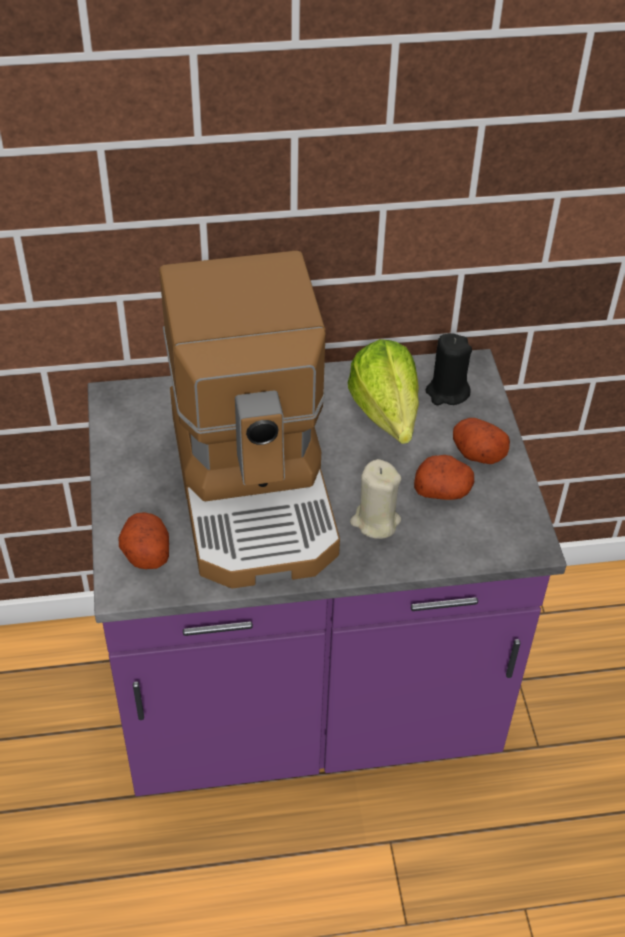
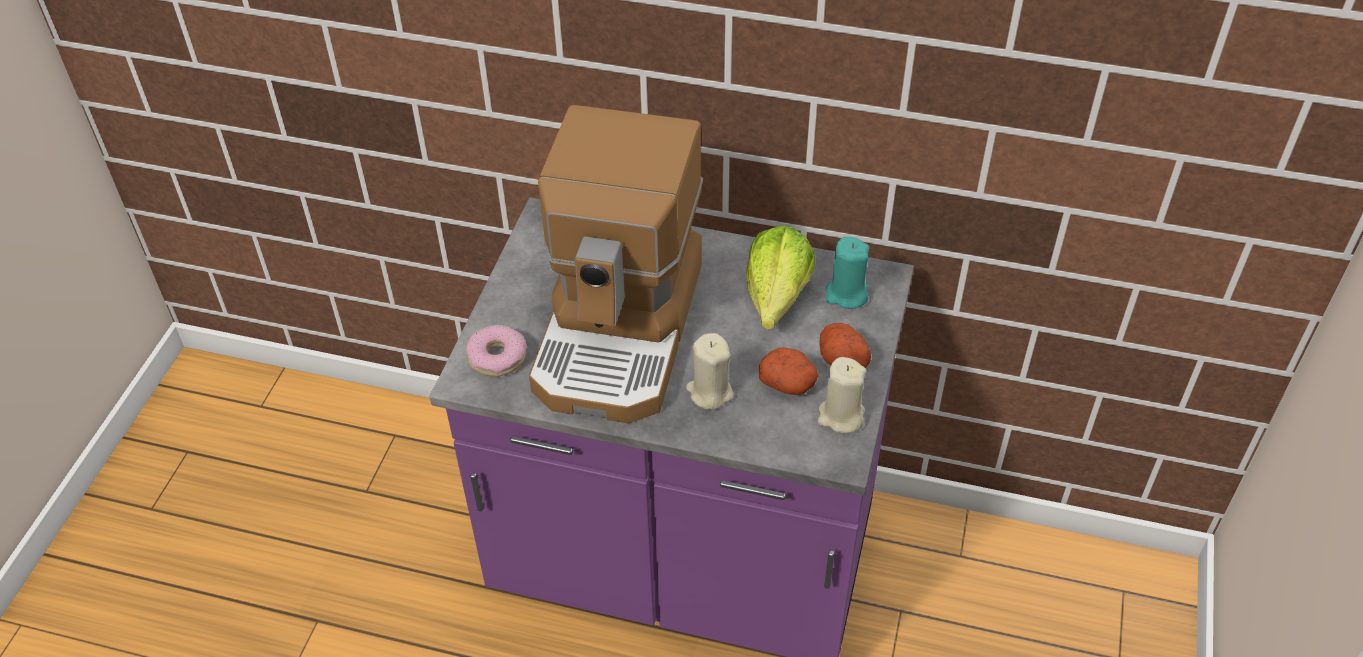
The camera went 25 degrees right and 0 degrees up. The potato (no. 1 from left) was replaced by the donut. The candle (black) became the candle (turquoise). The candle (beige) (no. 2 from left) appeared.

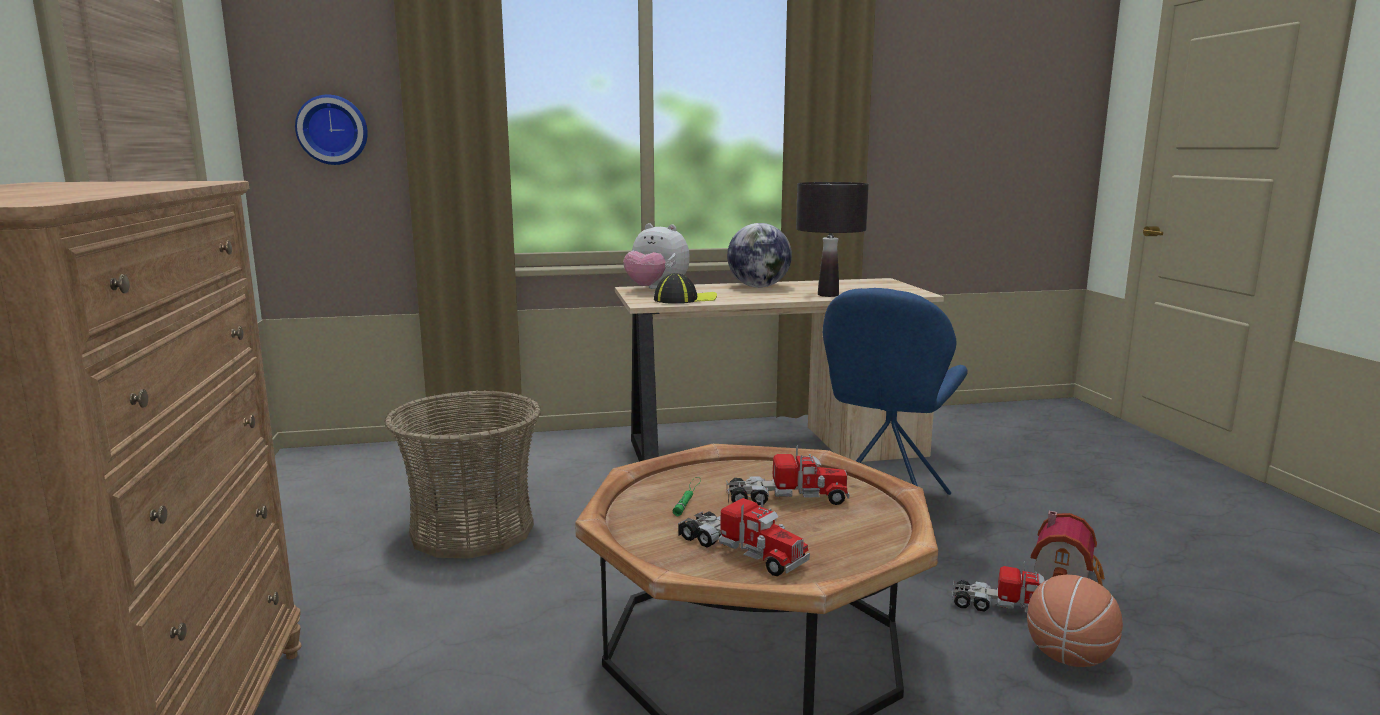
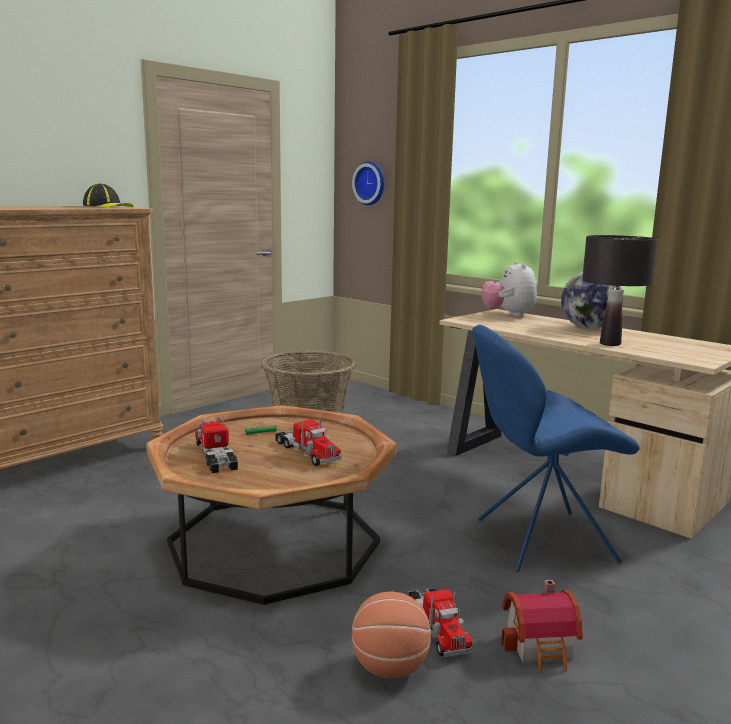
The camera went 55 degrees right and 0 degrees up. The cap moved. The toy truck (no. 1 from left) turned 150 degrees clockwise.

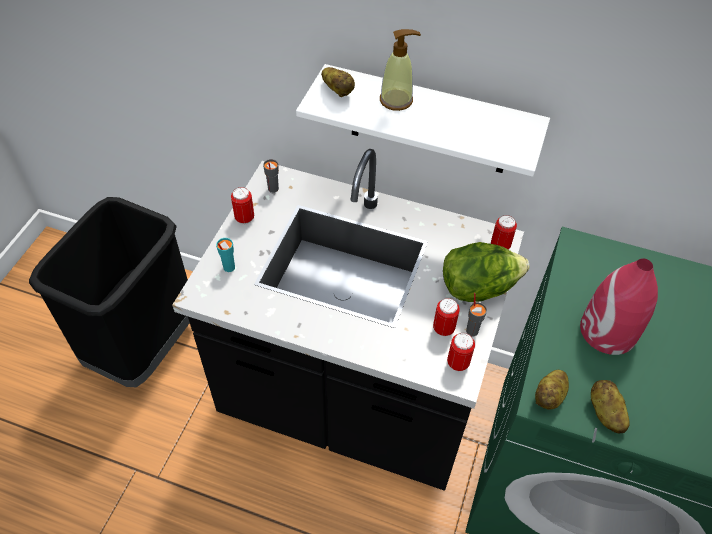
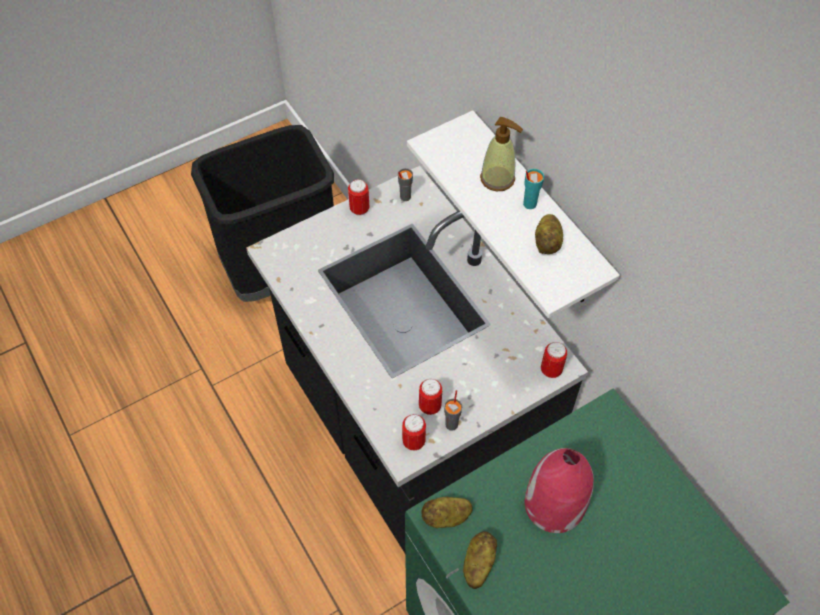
The camera went 40 degrees right and 5 degrees up. The cup (turquoise) moved. The potato (no. 1 from left in the first image) moved. The lettuce disappeared.

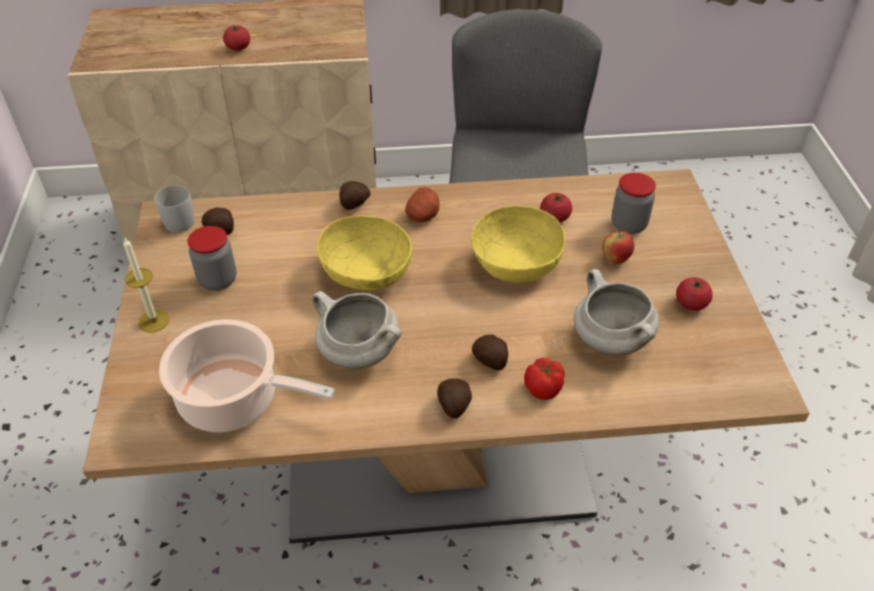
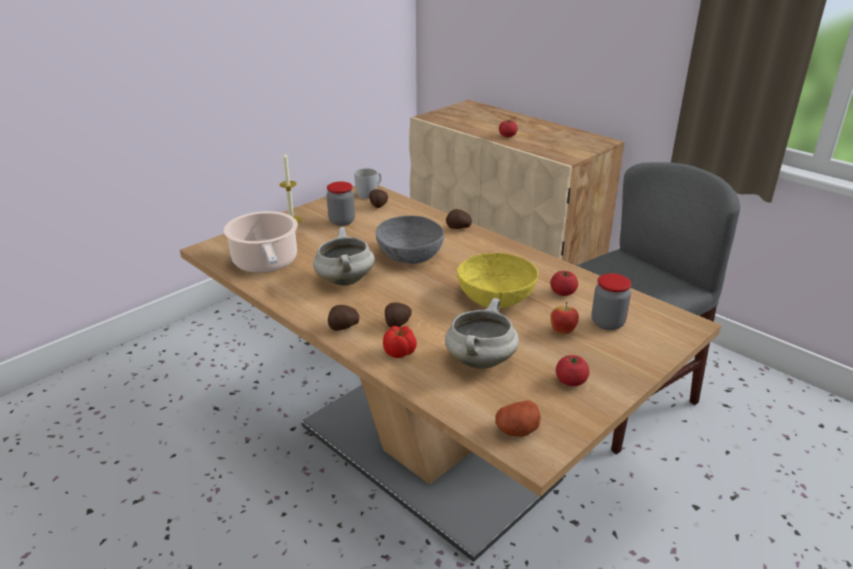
The camera went 50 degrees right and 15 degrees down. The bowl (yellow) (no. 1 from left) became the bowl (grey). The potato (no. 3 from left in the first image) moved.

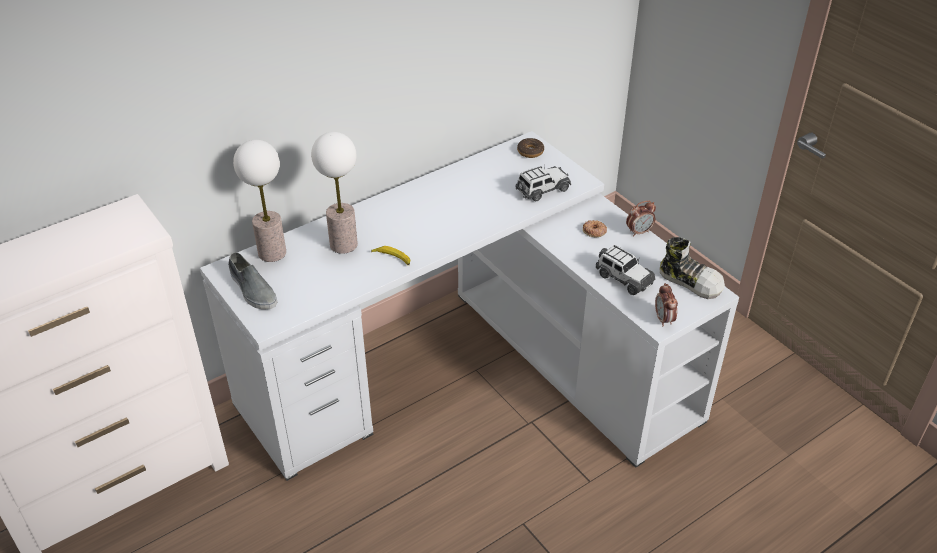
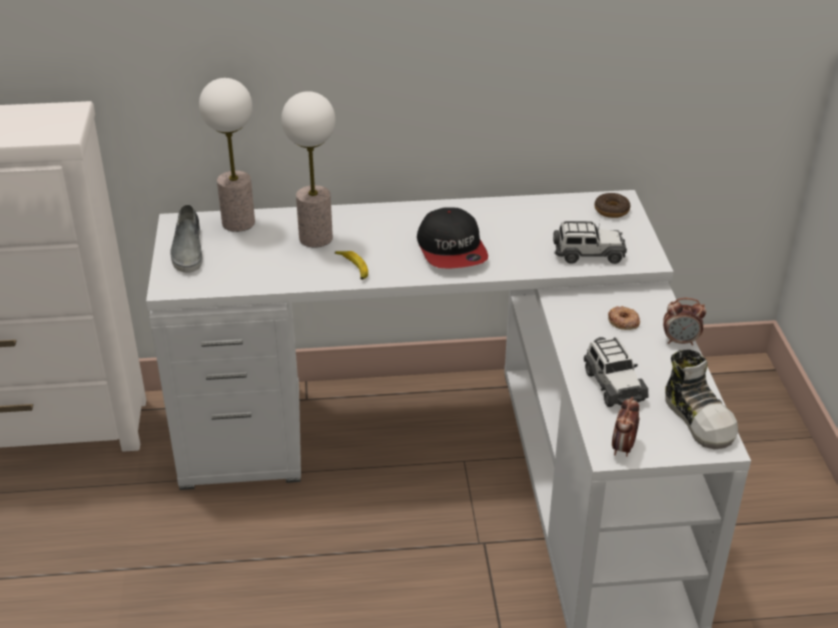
The camera went 30 degrees right and 5 degrees down. The cap appeared.

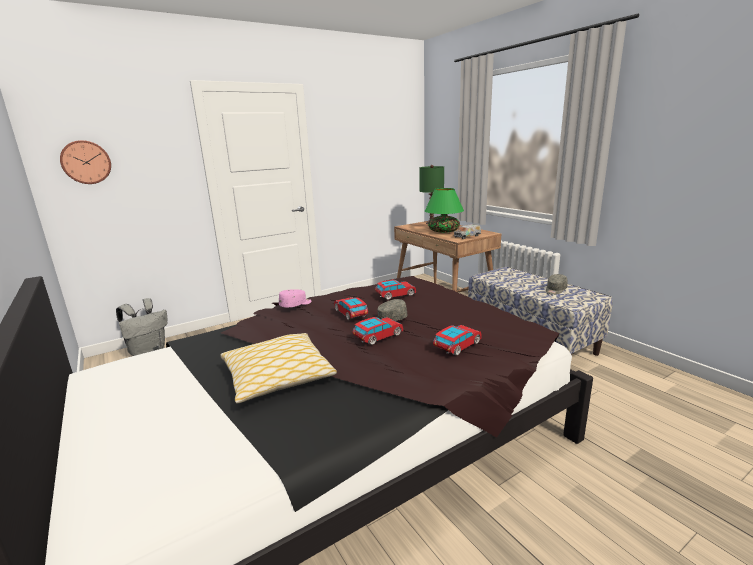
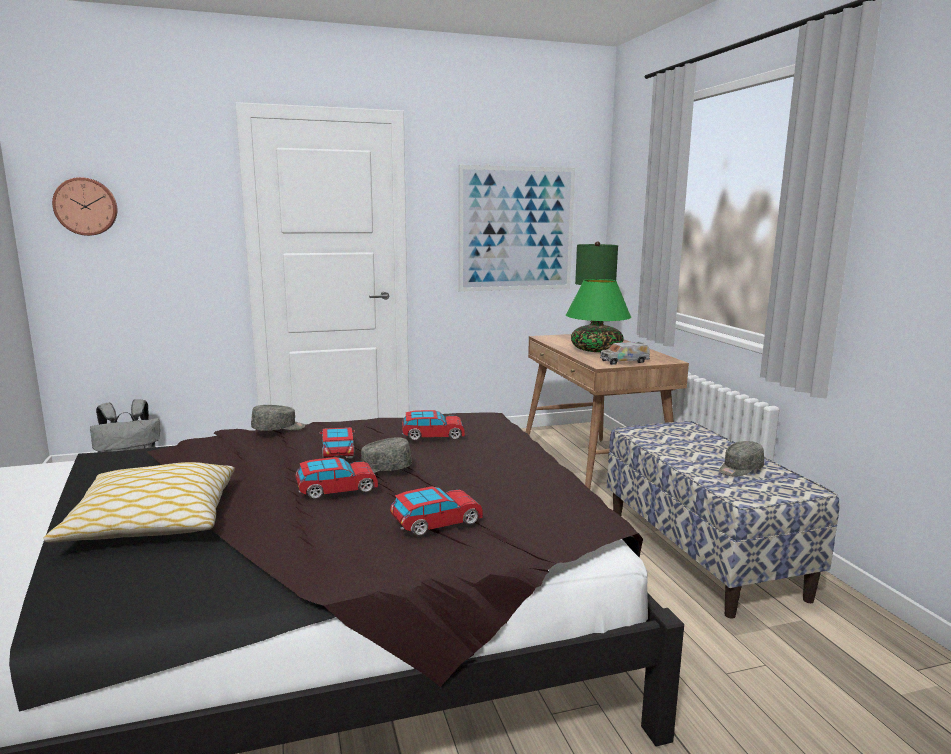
The camera went 15 degrees right and 5 degrees down. The cap (pink) became the cap (grey) (no. 1 from left). The picture appeared.

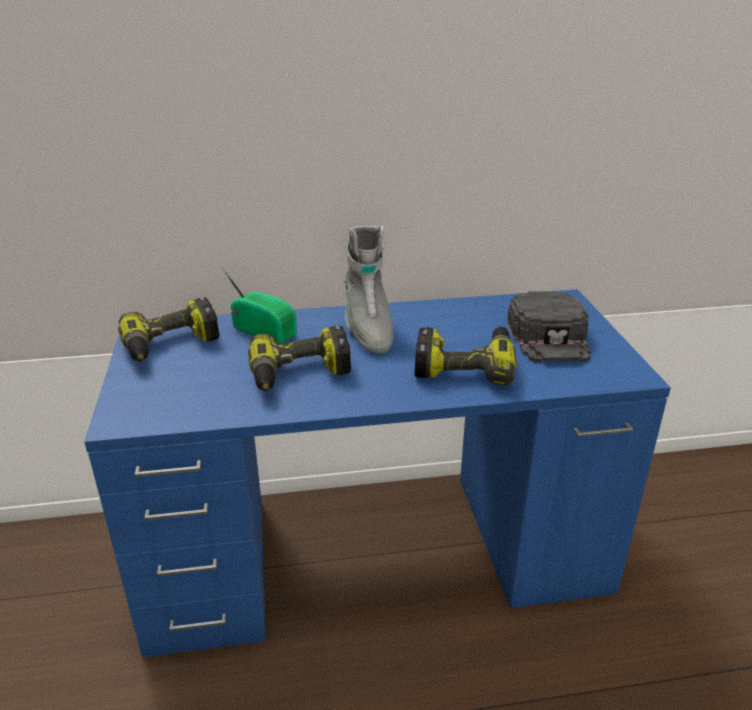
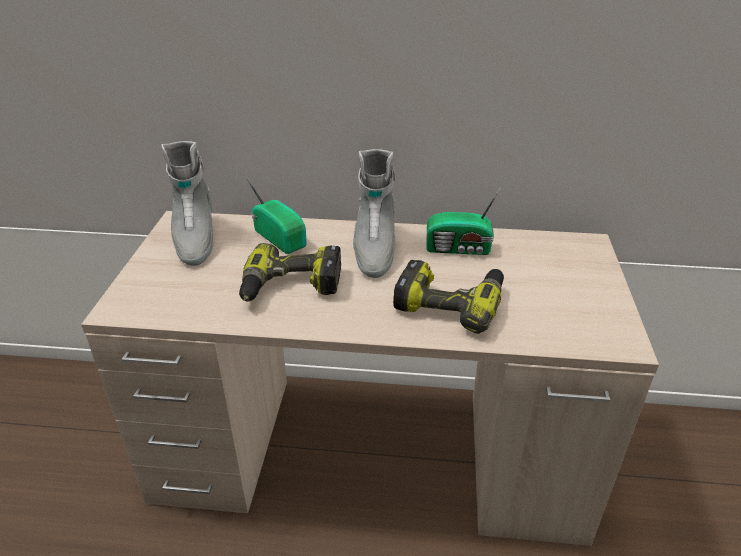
The camera went 15 degrees right and 5 degrees up. The desk (blue) became the desk (beige). The power drill (no. 1 from left) was replaced by the boot (grey) (no. 1 from left). The cap (black) disappeared. The radio (no. 2 from left) appeared.

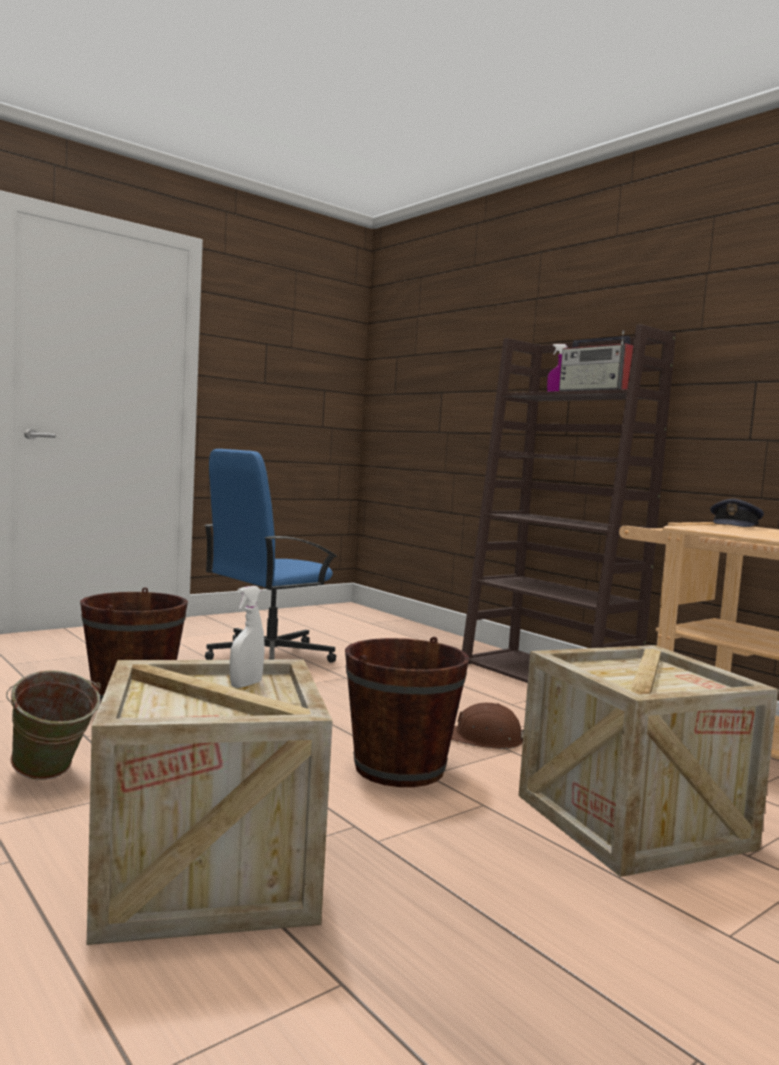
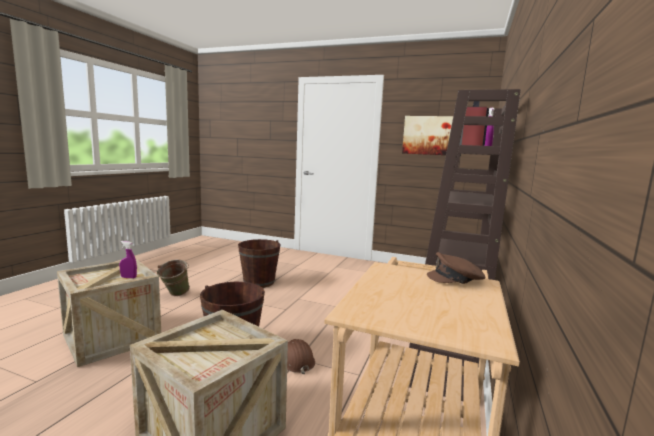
The camera went 60 degrees right and 5 degrees up. The office chair (blue) disappeared. The spray bottle (white) became the spray bottle (purple) (no. 1 from left). The cap (grey) became the cap (brown). The picture appeared.

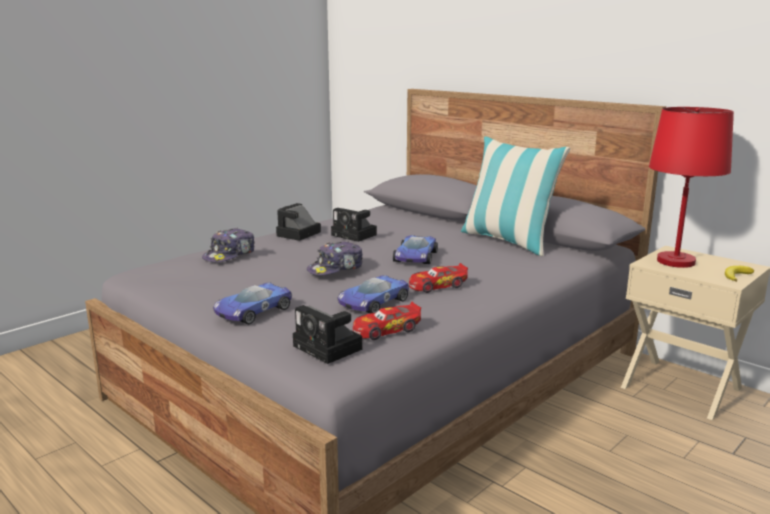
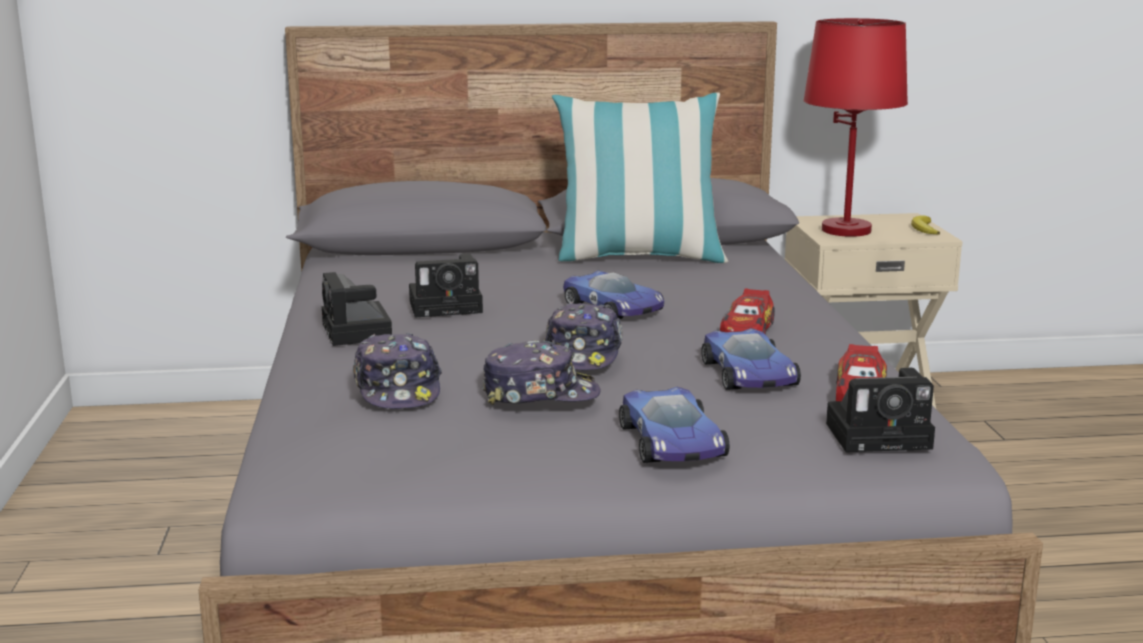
The camera went 50 degrees left and 0 degrees up. The cap (no. 2 from left) appeared.

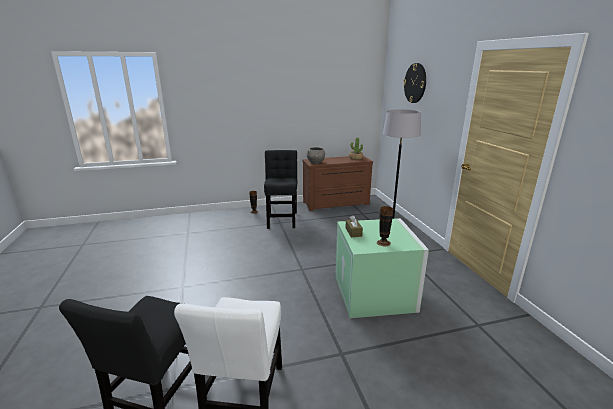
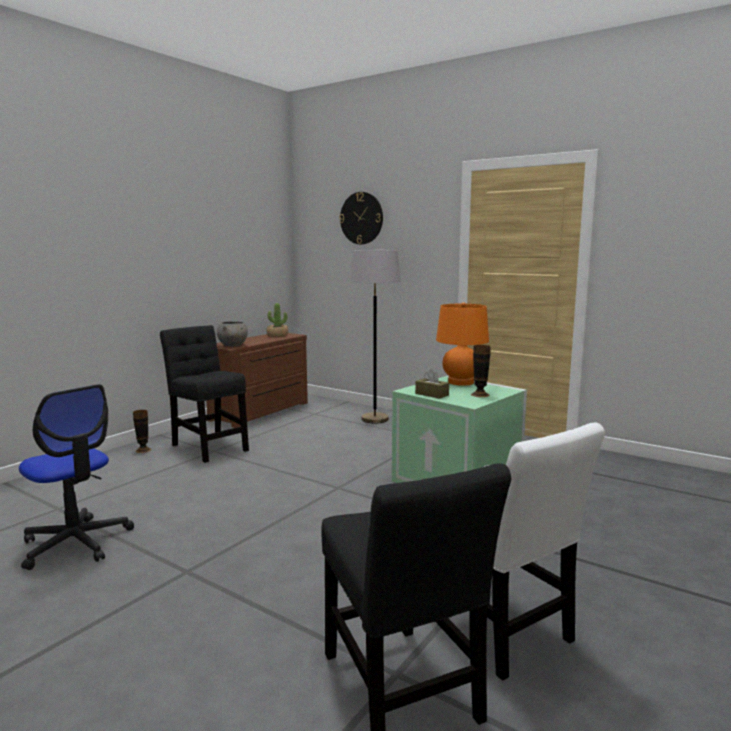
The camera went 40 degrees left and 10 degrees down. The office chair appeared. The table lamp (orange) appeared.

